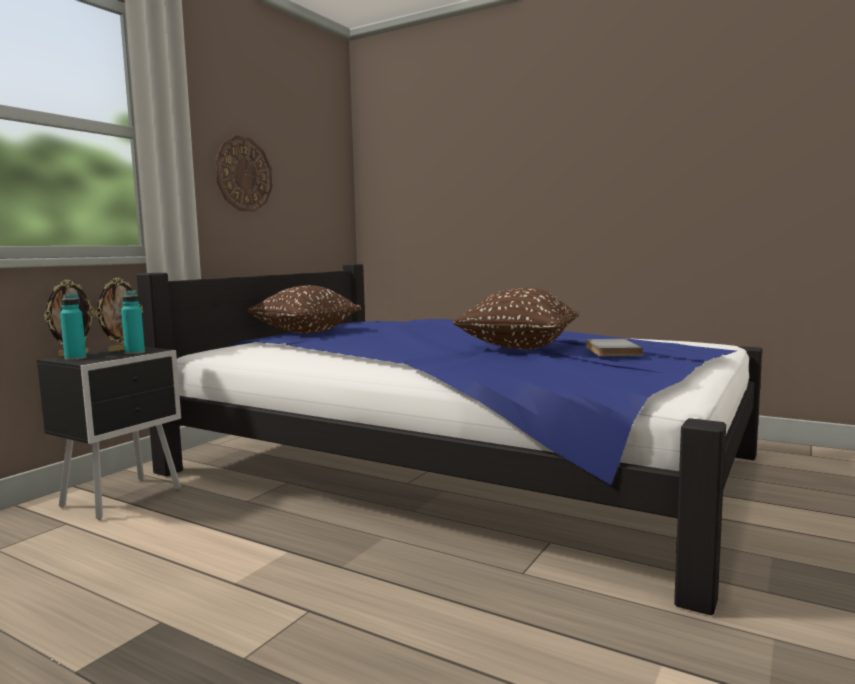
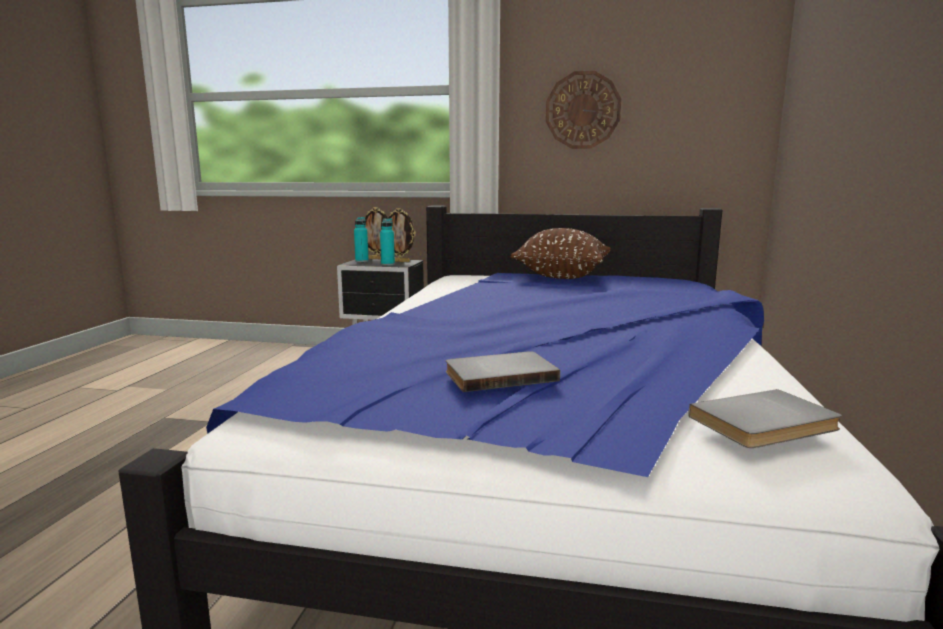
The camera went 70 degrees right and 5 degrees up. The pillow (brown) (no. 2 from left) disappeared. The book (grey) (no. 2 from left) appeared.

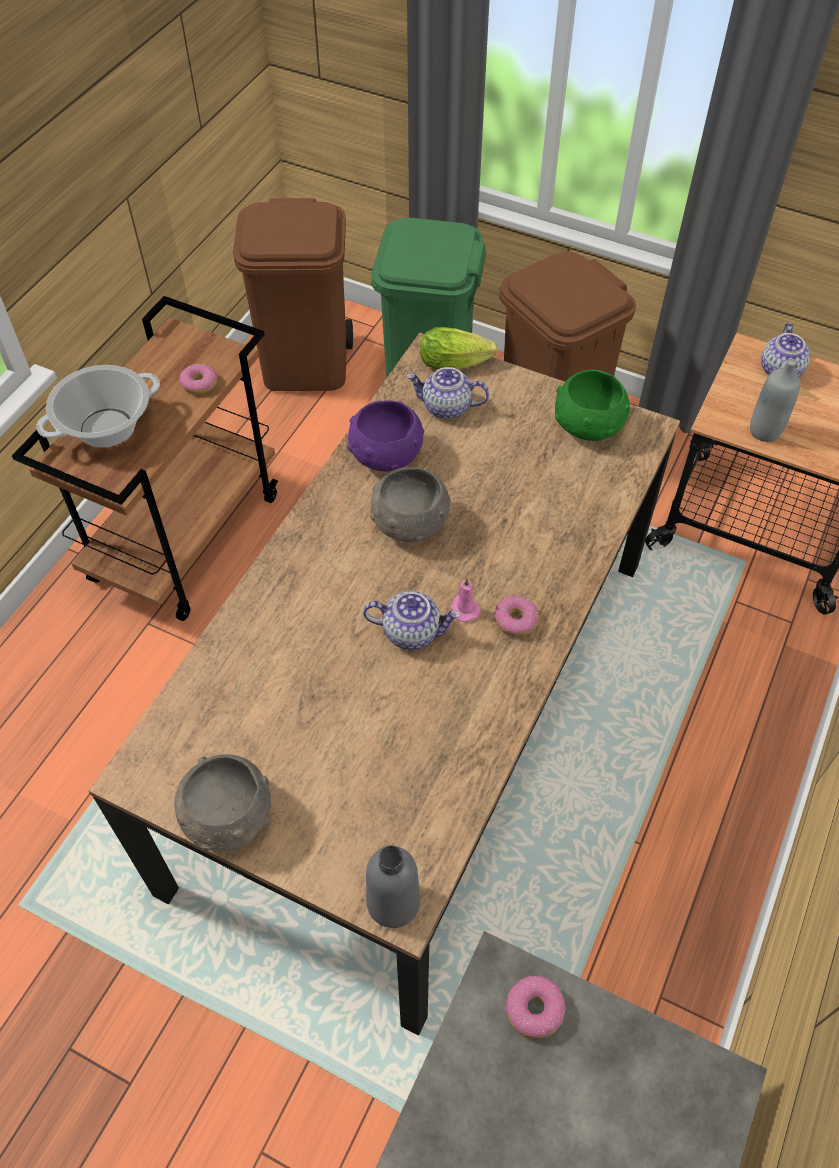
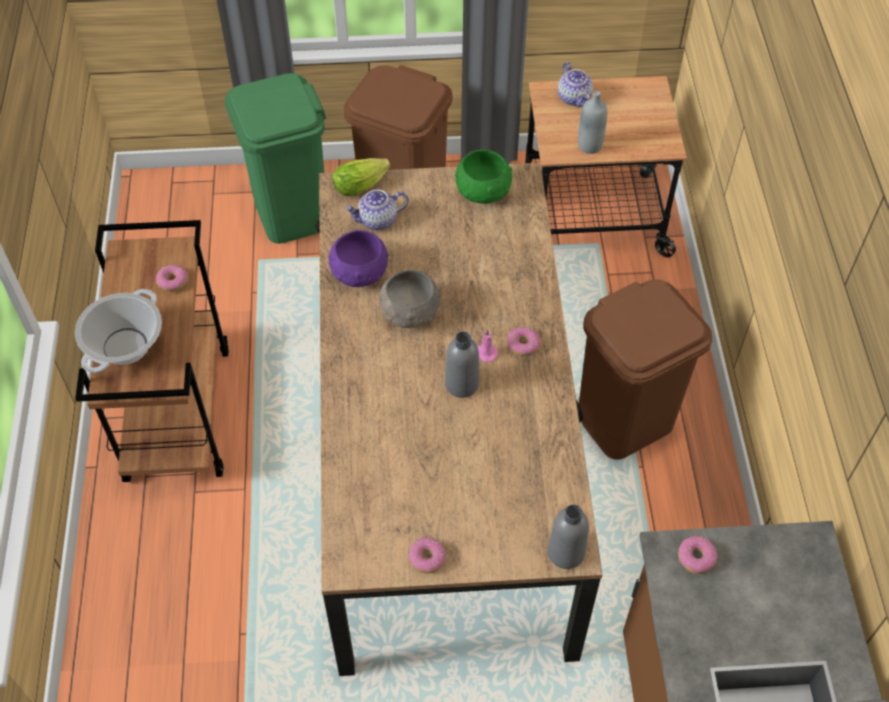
The camera went 30 degrees left and 0 degrees up. The bowl (grey) (no. 1 from left) was replaced by the donut (no. 2 from left). The trash can (brown) (no. 1 from left in the first image) moved. The teapot (no. 1 from left) was replaced by the bottle (grey) (no. 1 from left).

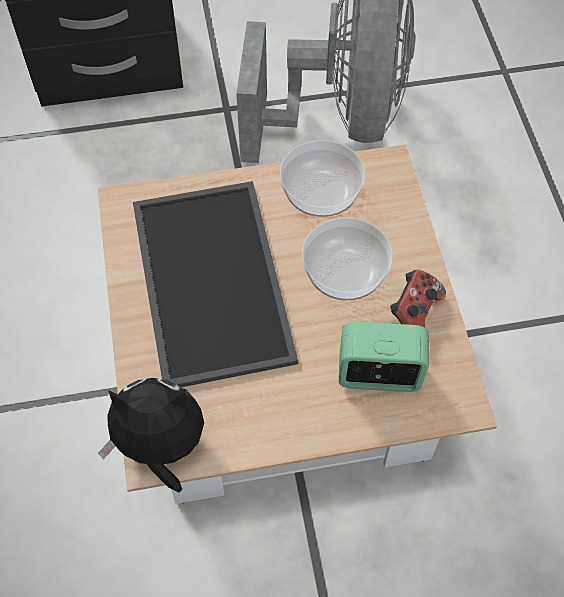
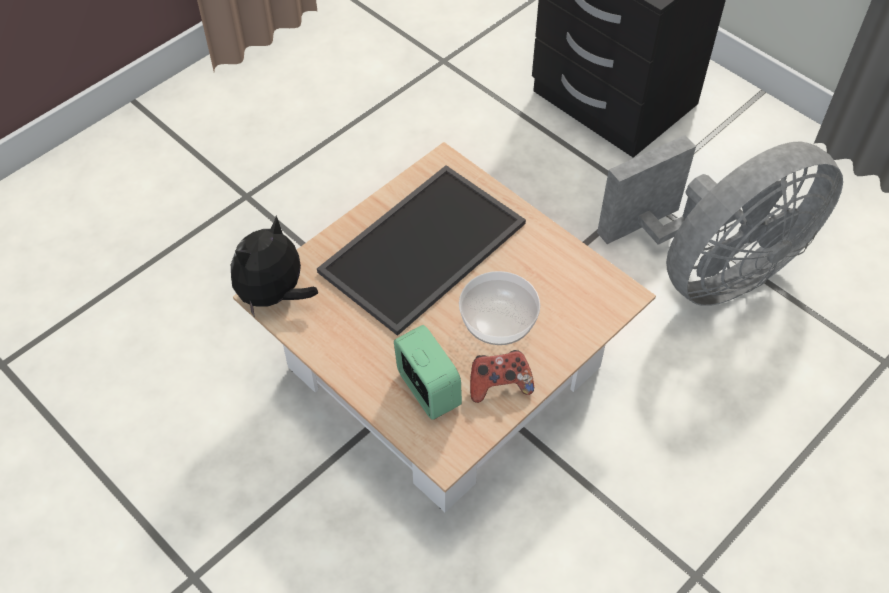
The camera went 55 degrees right and 5 degrees down. The plush toy turned 105 degrees counterclockwise. The bowl (no. 1 from left) disappeared.

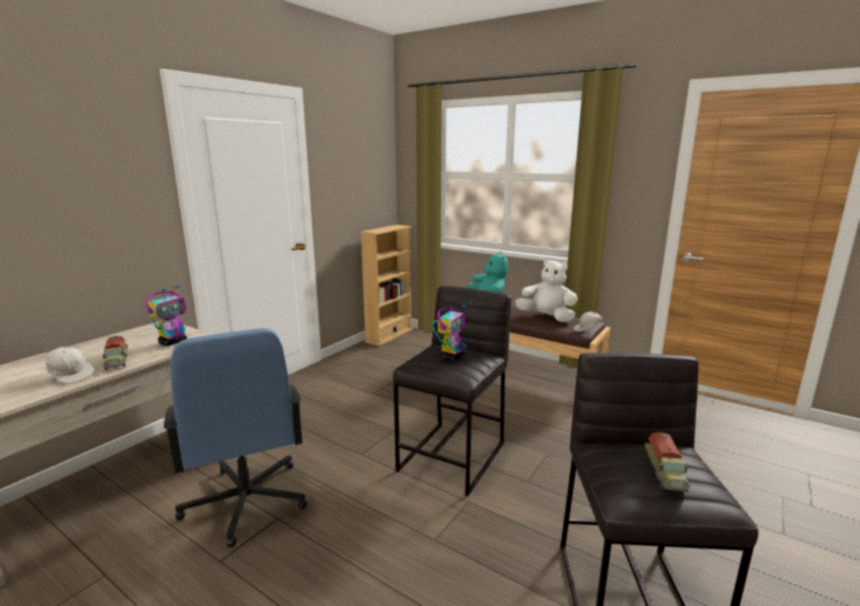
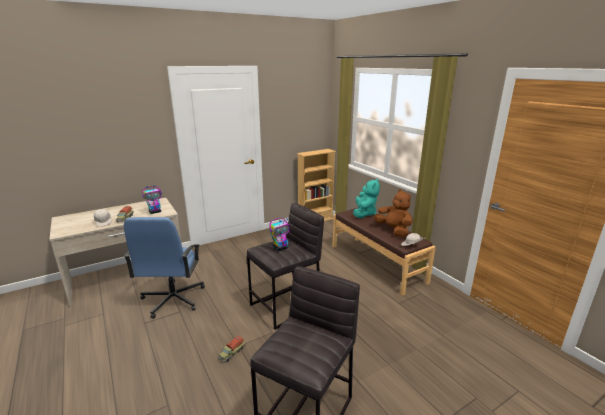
The camera went 25 degrees right and 5 degrees up. The plush toy (white) became the plush toy (brown). The toy truck (no. 2 from left) moved.

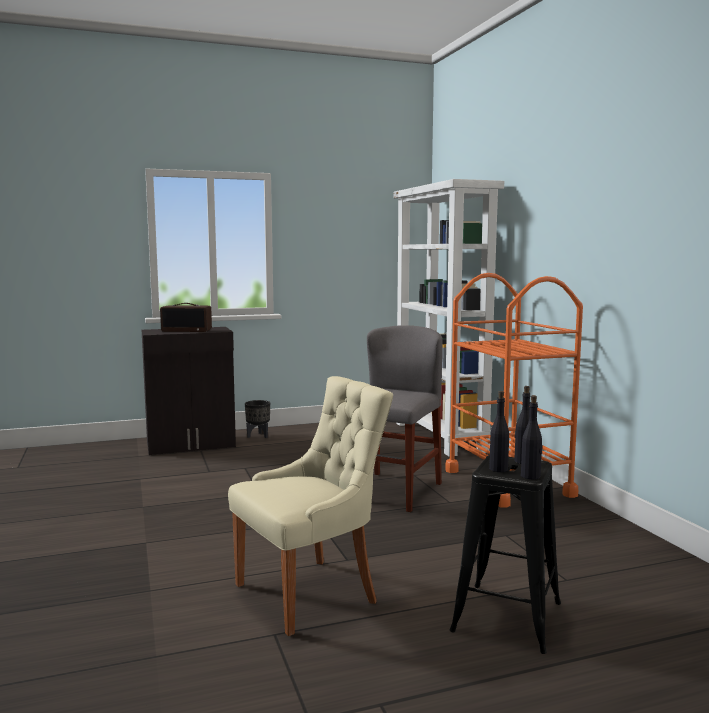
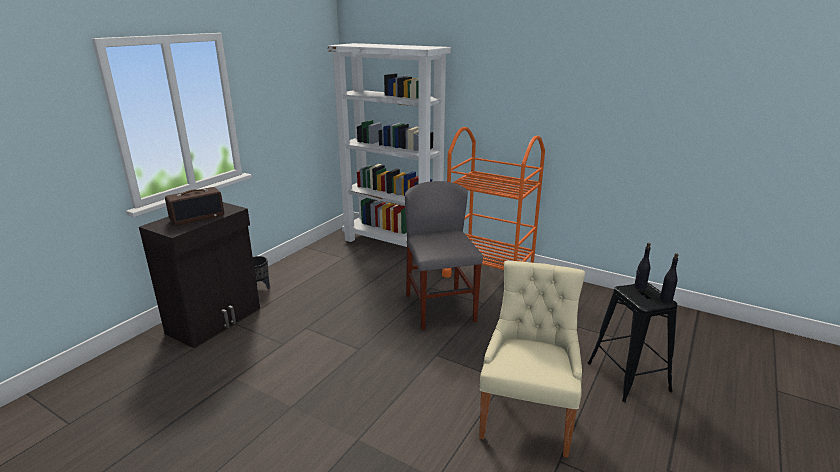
The camera went 40 degrees left and 15 degrees up. The bottle (black) (no. 1 from left) disappeared.

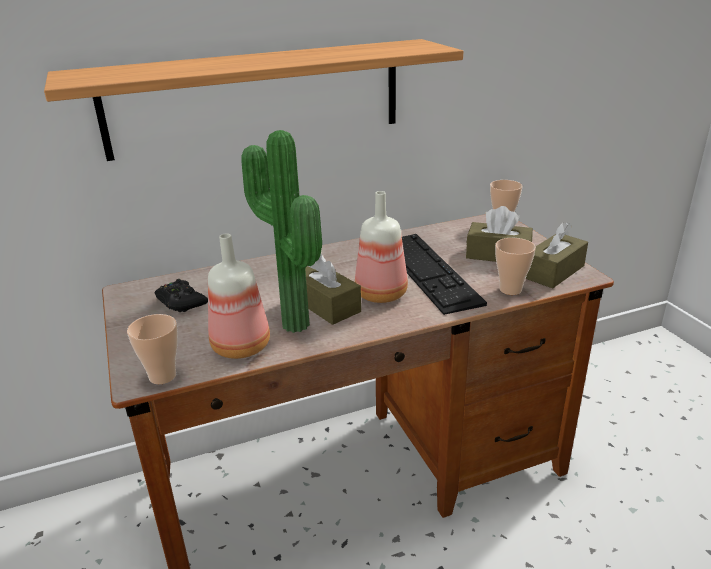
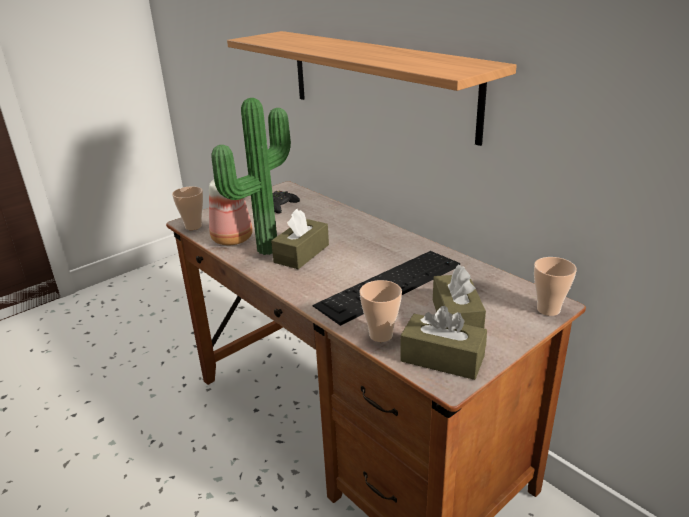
The camera went 70 degrees right and 0 degrees up. The bottle (no. 2 from left) disappeared.

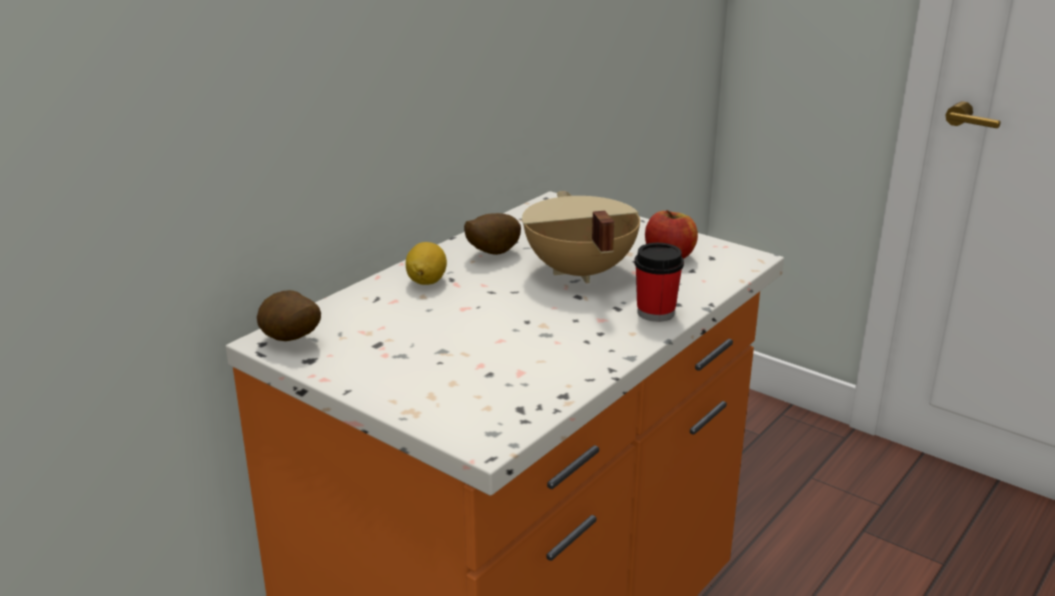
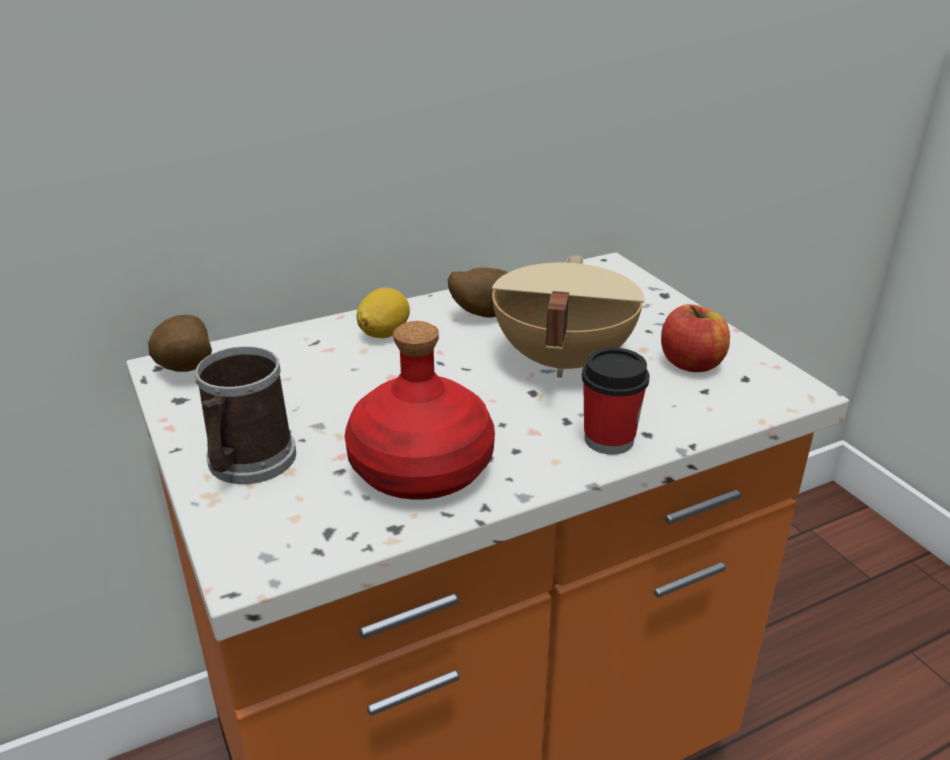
The camera went 25 degrees right and 5 degrees up. The mug appeared. The bottle (red) appeared.

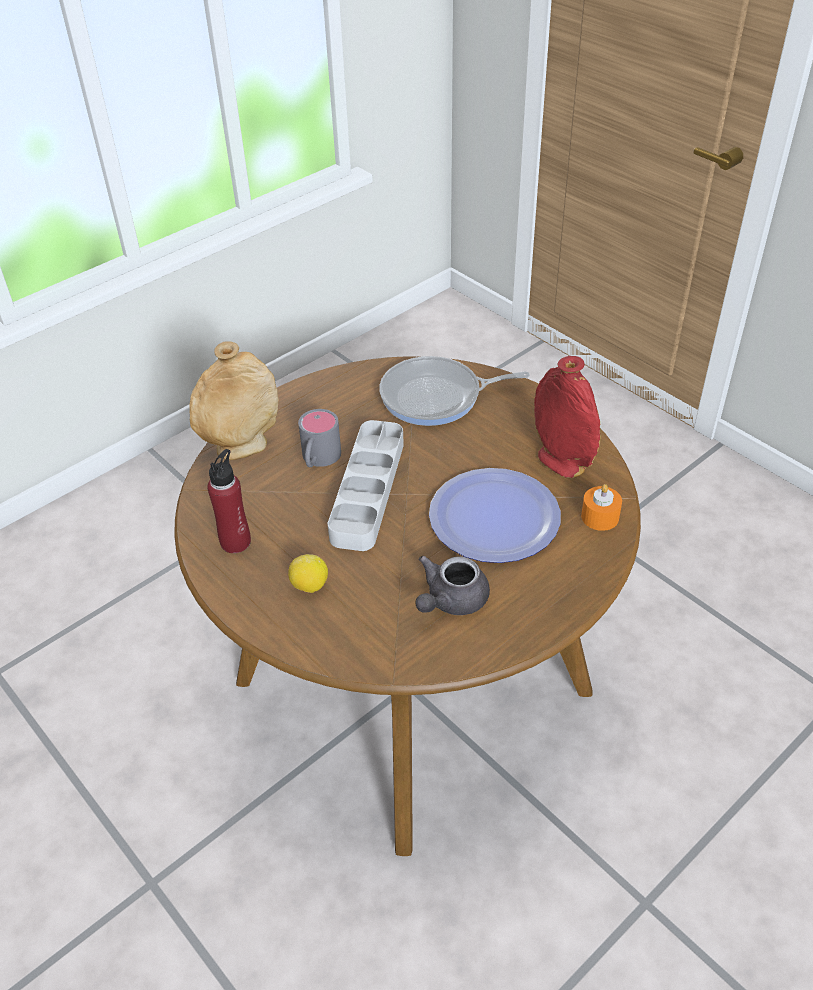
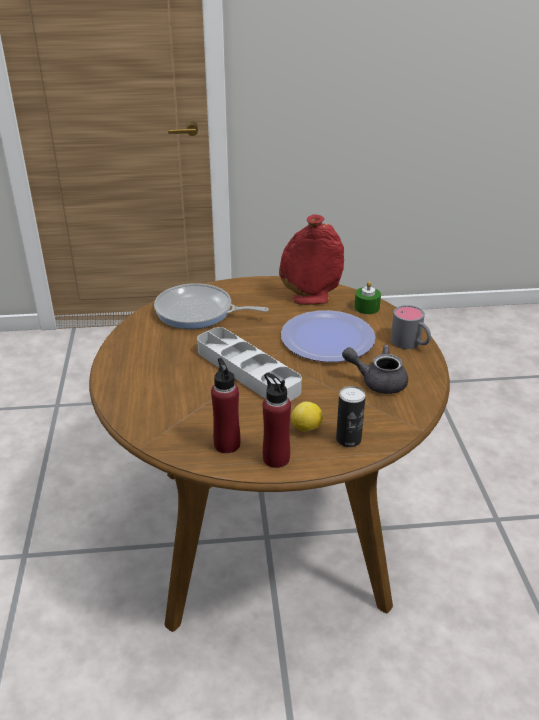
The camera went 55 degrees left and 10 degrees down. The vase (beige) disappeared. The mug (grey) moved. The frying pan turned 75 degrees clockwise. The teapot (grey) turned 120 degrees clockwise. The candle (orange) became the candle (green). The bottle (red) (no. 2 from left) appeared. The can appeared.

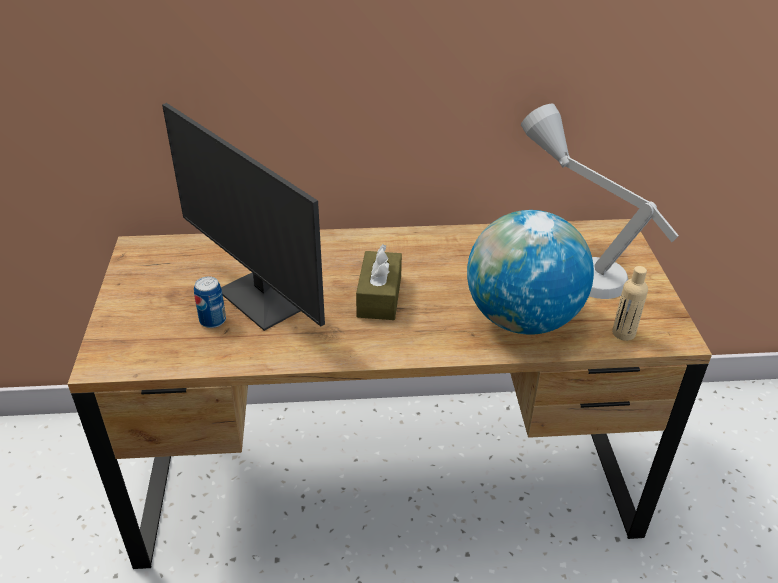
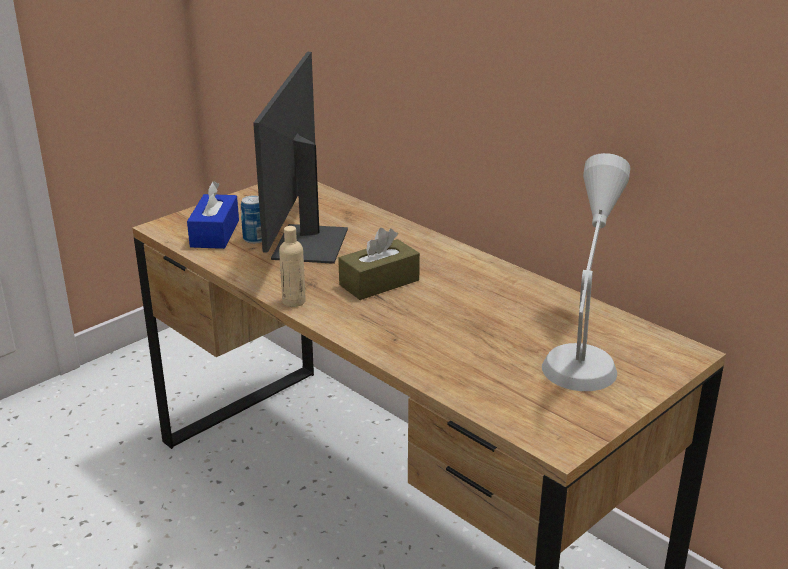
The camera went 50 degrees right and 10 degrees down. The globe disappeared. The bottle (beige) moved. The tissue box (blue) appeared.

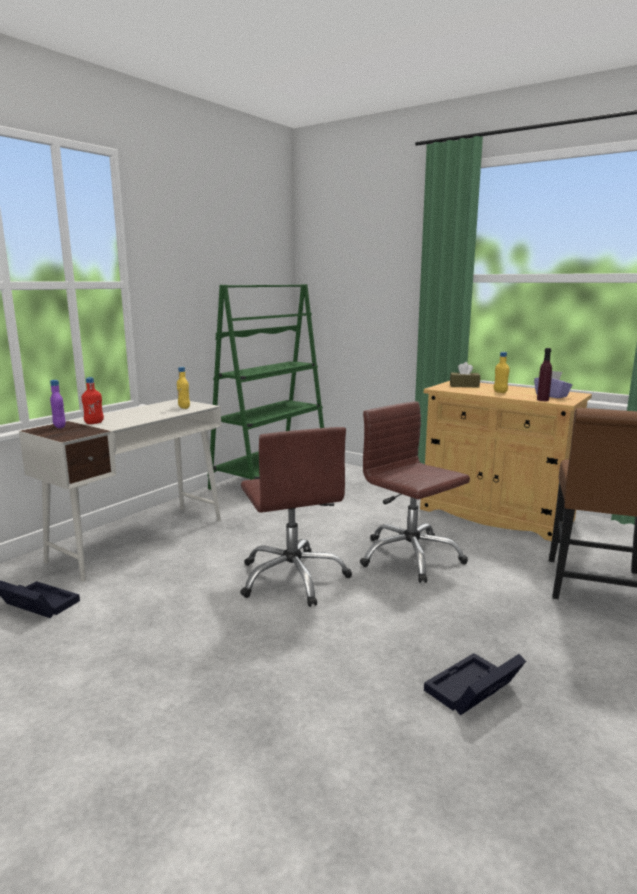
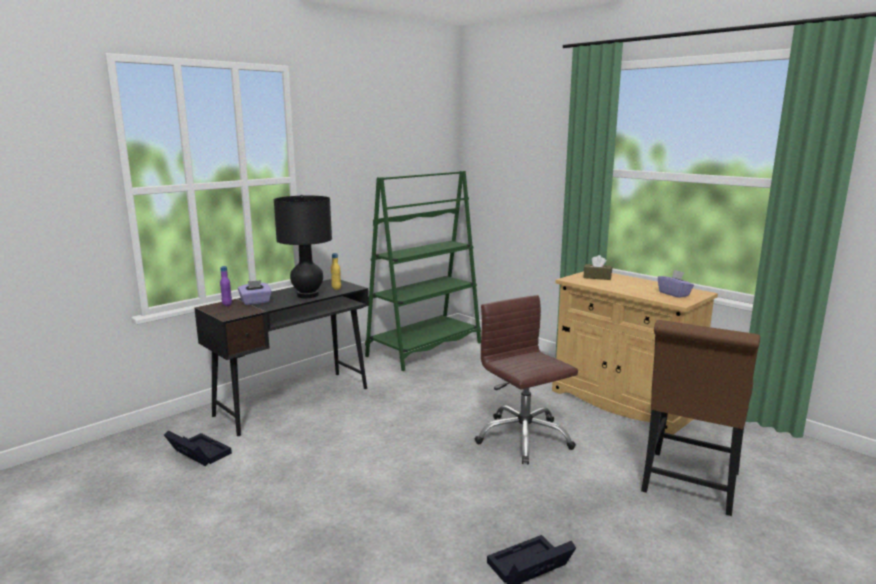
The camera went 10 degrees right and 0 degrees up. The desk (white) became the desk (black). The bottle (red) was replaced by the tissue box (purple) (no. 1 from left). The office chair (brown) (no. 1 from left) disappeared. The bottle (yellow) (no. 2 from left) disappeared. The bottle (purple) (no. 2 from left) disappeared. The table lamp (black) appeared.

